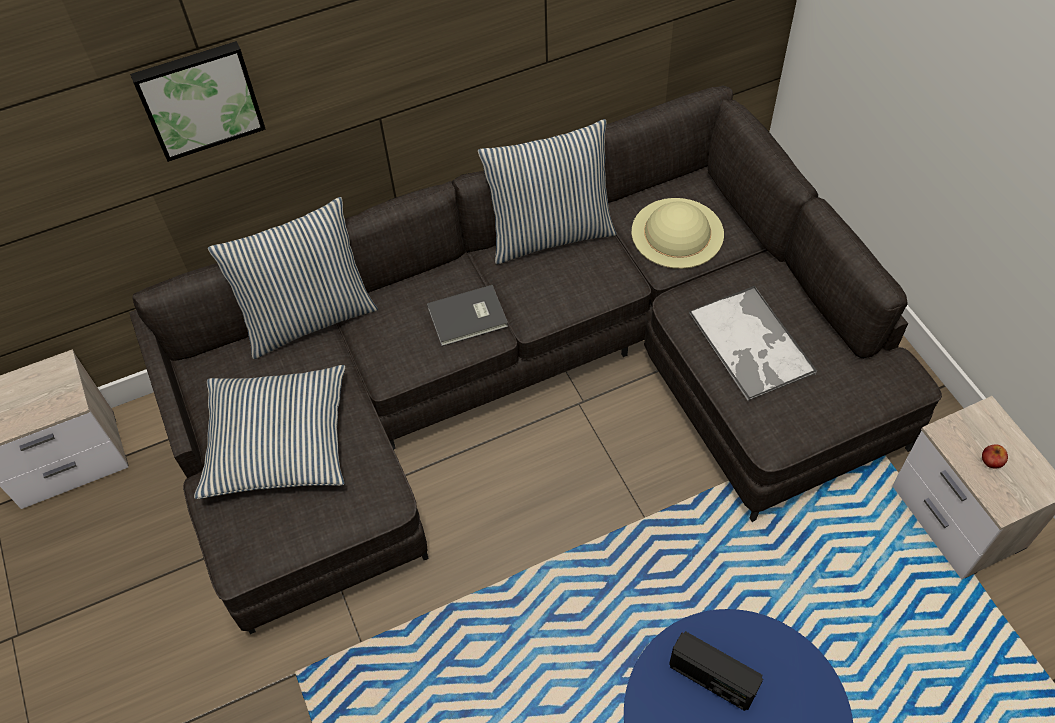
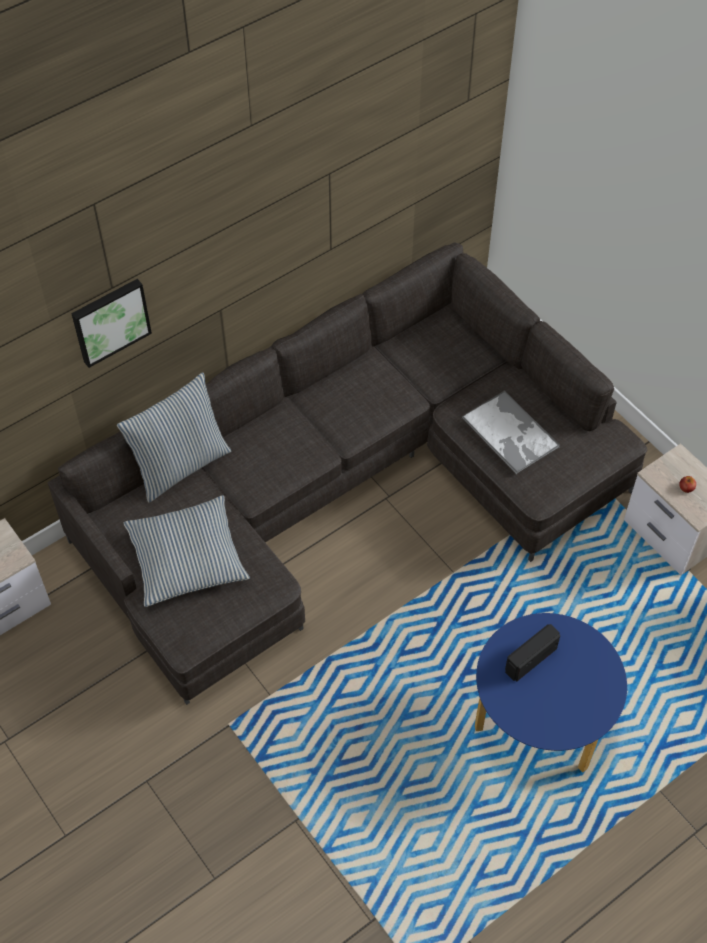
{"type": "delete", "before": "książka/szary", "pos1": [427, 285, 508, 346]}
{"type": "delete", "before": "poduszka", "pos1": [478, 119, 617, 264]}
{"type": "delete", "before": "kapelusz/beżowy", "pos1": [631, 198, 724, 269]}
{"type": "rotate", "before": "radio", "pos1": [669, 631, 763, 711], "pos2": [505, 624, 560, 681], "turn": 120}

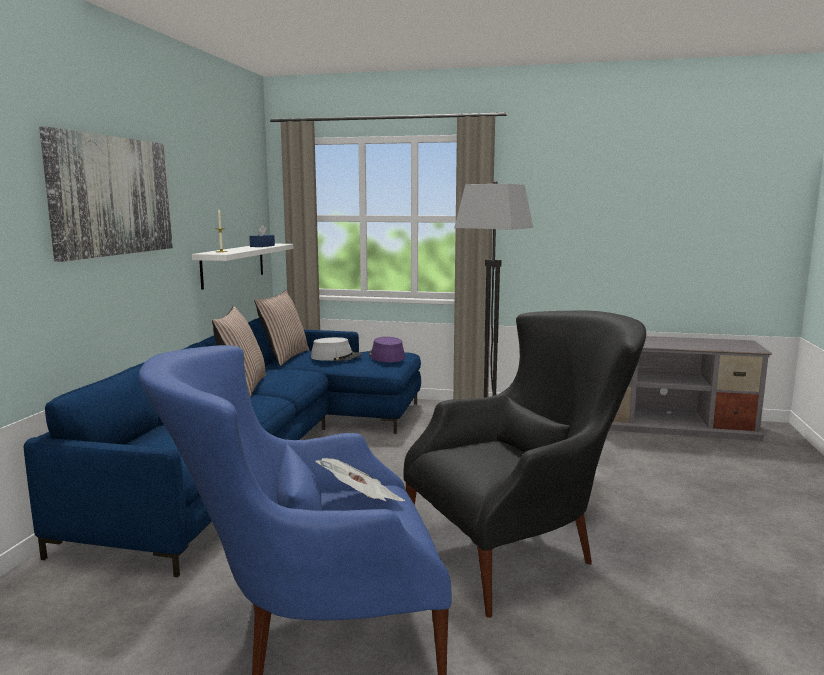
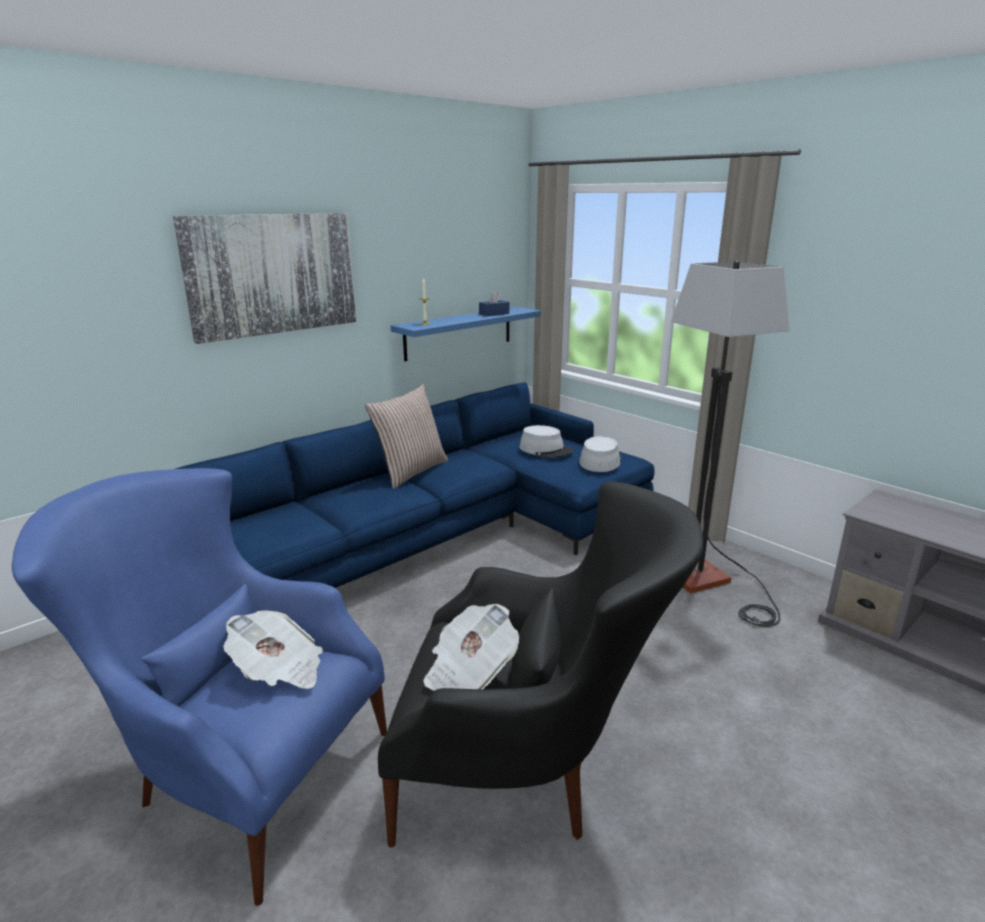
{"type": "delete", "before": "poduszka", "pos1": [254, 290, 309, 366]}
{"type": "insert", "after": "gazeta", "pos2": [423, 604, 519, 691]}
{"type": "recolor", "before": "półka/biały", "after": "półka/niebieski", "pos1": [192, 244, 293, 290], "pos2": [391, 307, 541, 361]}
{"type": "recolor", "before": "kapelusz/fioletowy", "after": "kapelusz/szary", "pos1": [369, 337, 405, 362], "pos2": [579, 436, 621, 472]}

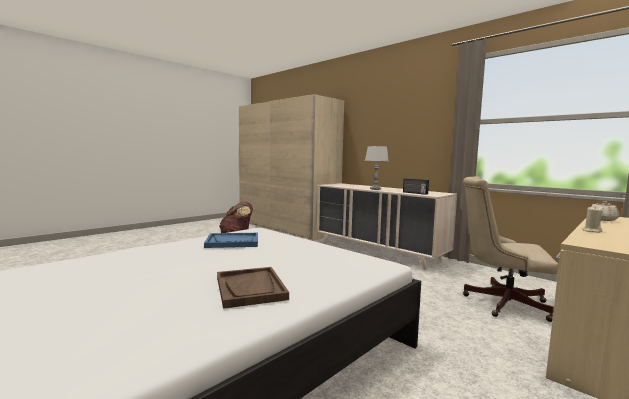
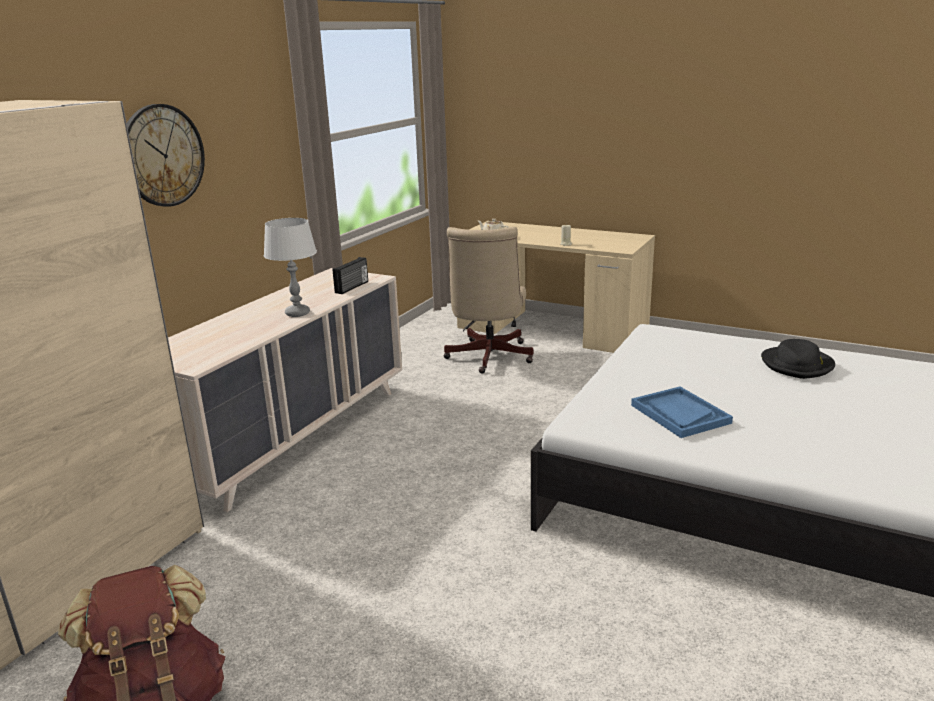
{"type": "insert", "after": "zegar ścienny", "pos2": [127, 104, 205, 207]}
{"type": "replace", "before": "taca/brązowy", "after": "kapelusz/czarny", "pos1": [217, 267, 289, 309], "pos2": [761, 339, 835, 379]}

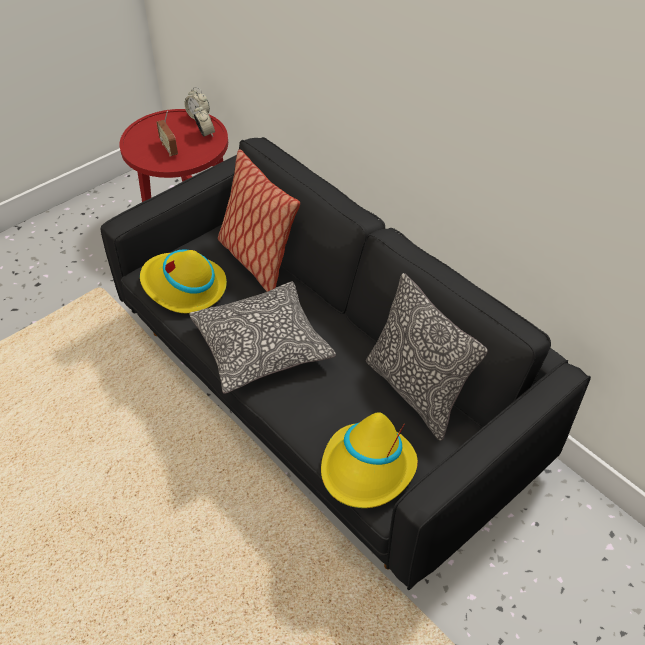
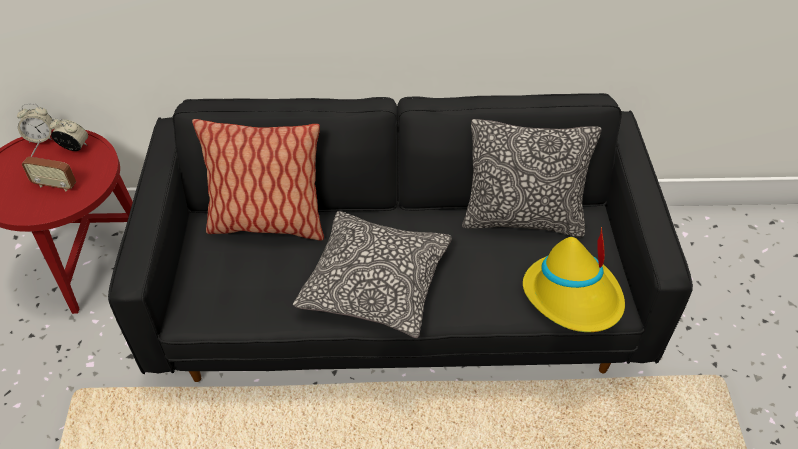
{"type": "delete", "before": "kapelusz/żółty", "pos1": [140, 250, 227, 313]}

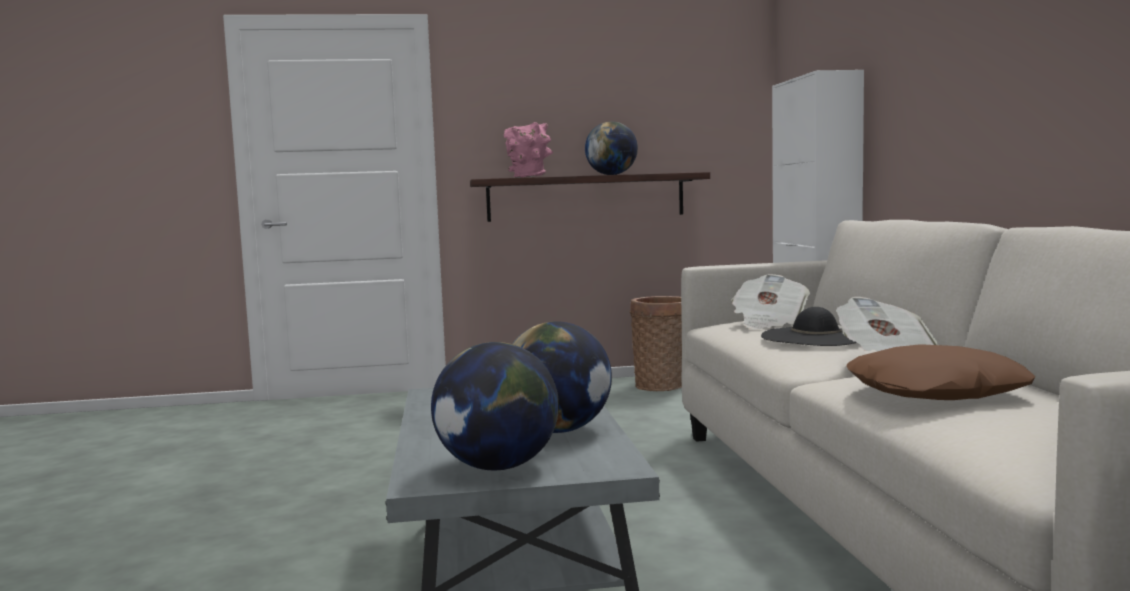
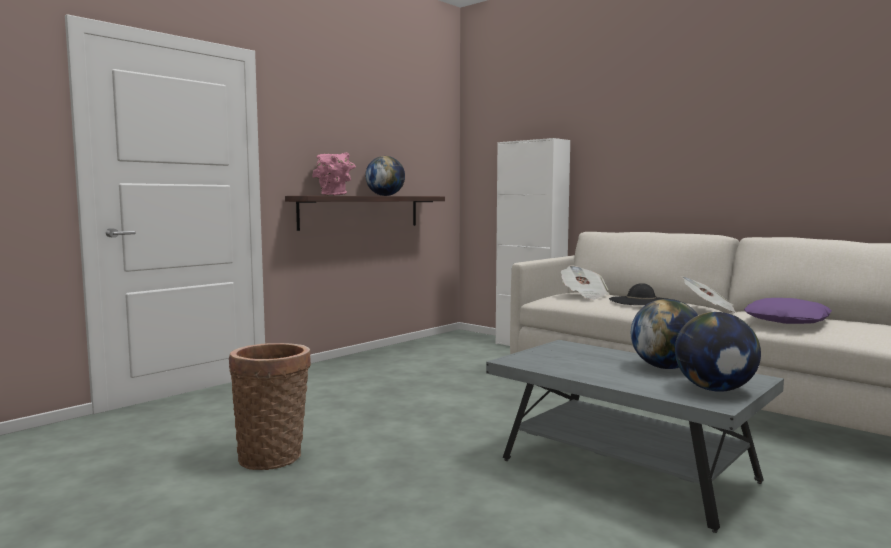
{"type": "move", "before": "koszyk", "pos1": [630, 296, 682, 391], "pos2": [229, 343, 311, 470]}
{"type": "recolor", "before": "poduszka/brązowy", "after": "poduszka/fioletowy", "pos1": [846, 344, 1036, 400], "pos2": [744, 298, 832, 324]}

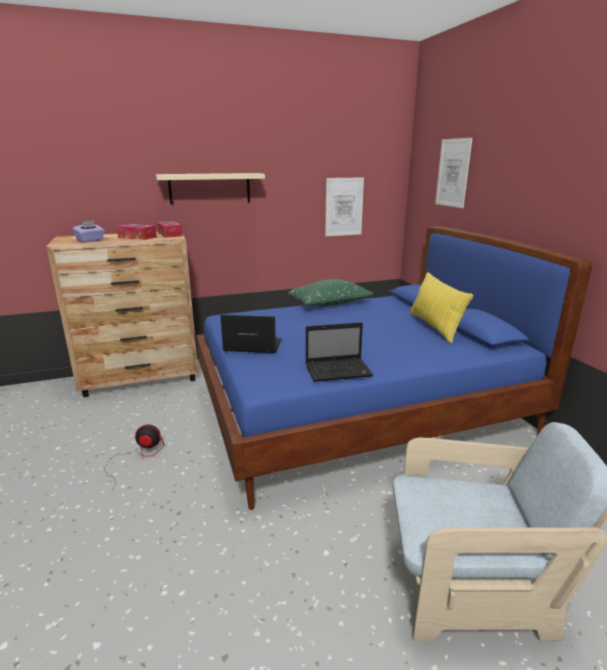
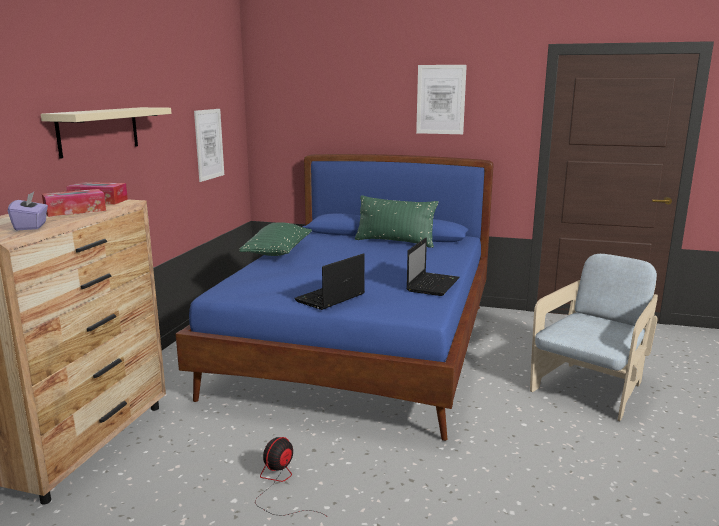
{"type": "move", "before": "obraz", "pos1": [435, 138, 472, 208], "pos2": [416, 65, 467, 134]}
{"type": "recolor", "before": "poduszka/żółty", "after": "poduszka/zielony", "pos1": [410, 272, 473, 343], "pos2": [355, 195, 438, 248]}

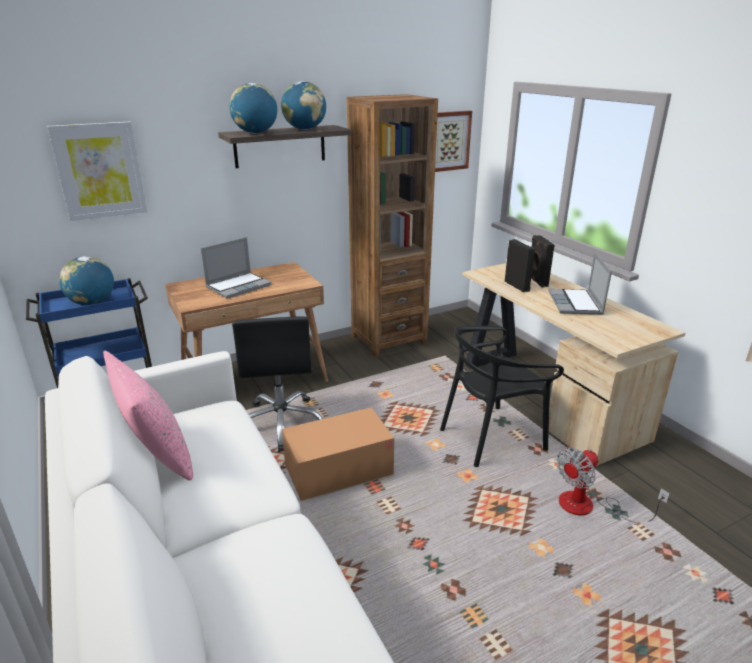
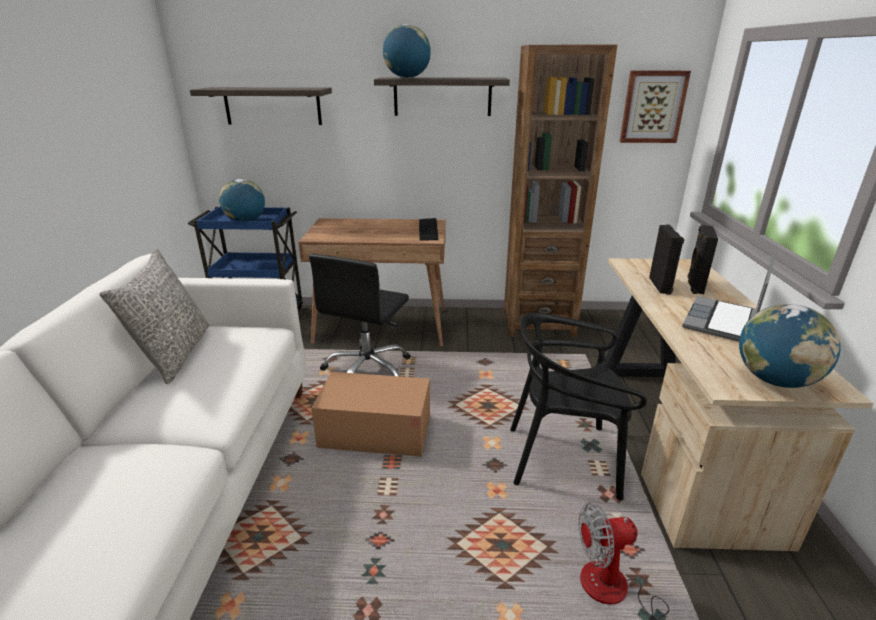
{"type": "delete", "before": "laptop", "pos1": [201, 237, 271, 299]}
{"type": "insert", "after": "klawiatura", "pos2": [419, 218, 439, 240]}
{"type": "move", "before": "globus", "pos1": [281, 81, 326, 130], "pos2": [739, 304, 841, 388]}
{"type": "replace", "before": "obraz", "after": "półka", "pos1": [47, 122, 147, 221], "pos2": [190, 87, 332, 125]}
{"type": "recolor", "before": "poduszka/różowy", "after": "poduszka/szary", "pos1": [103, 351, 193, 480], "pos2": [99, 248, 209, 384]}

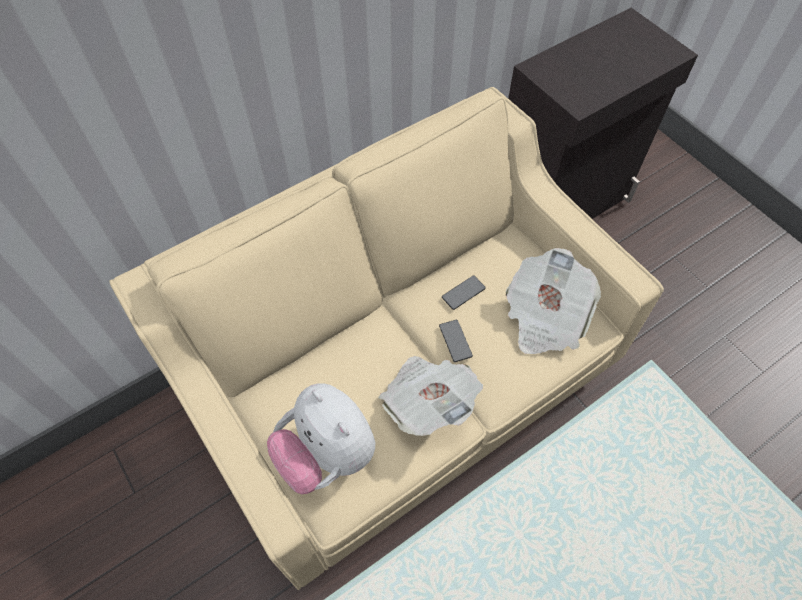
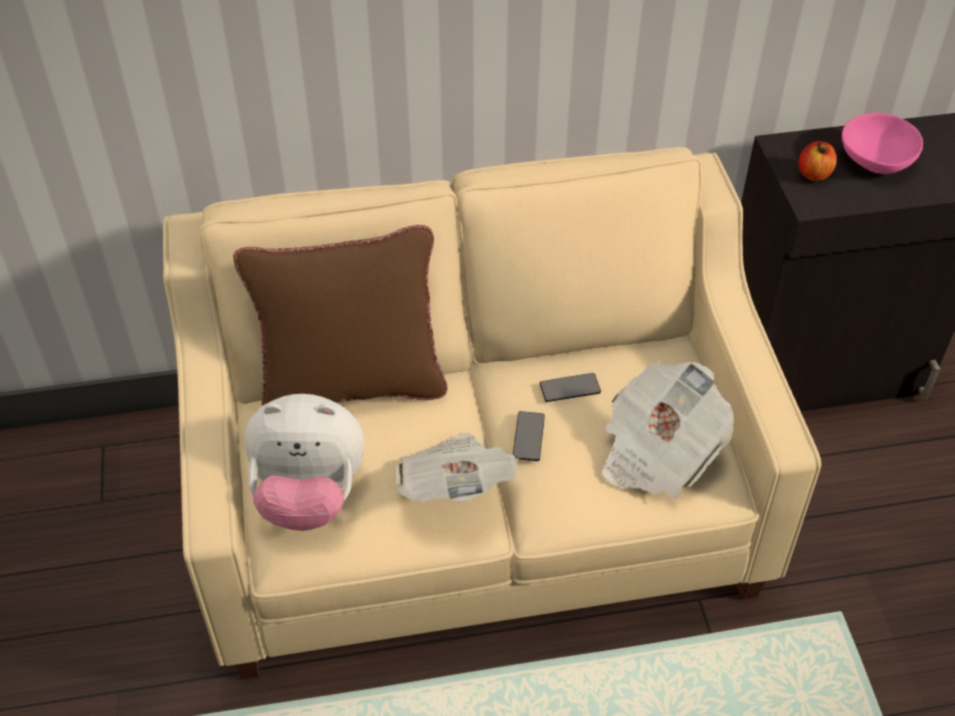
{"type": "insert", "after": "poduszka/brązowy", "pos2": [233, 225, 448, 406]}
{"type": "insert", "after": "jabłko", "pos2": [798, 141, 837, 181]}
{"type": "insert", "after": "miska/różowy", "pos2": [842, 113, 923, 174]}
{"type": "rotate", "before": "pluszak", "pos1": [267, 383, 375, 494], "pos2": [245, 394, 365, 531], "turn": -75}

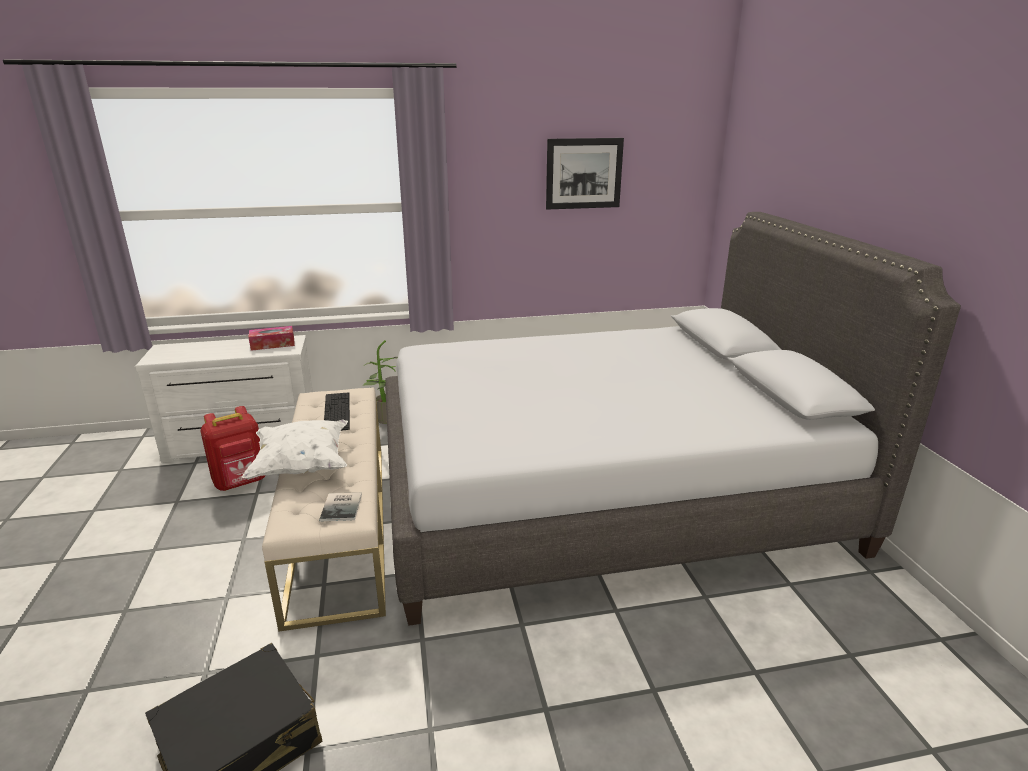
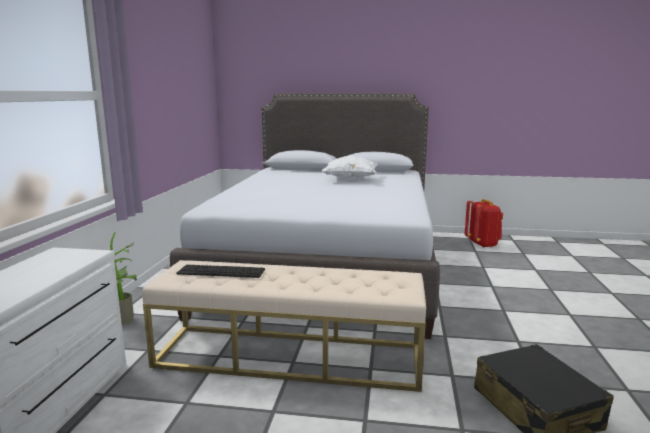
{"type": "delete", "before": "pudełko chusteczek", "pos1": [248, 326, 295, 351]}
{"type": "delete", "before": "książka", "pos1": [319, 492, 362, 521]}
{"type": "delete", "before": "obraz", "pos1": [546, 138, 624, 210]}
{"type": "move", "before": "plecak/czerwony", "pos1": [200, 406, 265, 491], "pos2": [465, 199, 503, 248]}
{"type": "move", "before": "poduszka/biały", "pos1": [241, 419, 348, 480], "pos2": [321, 155, 378, 180]}

